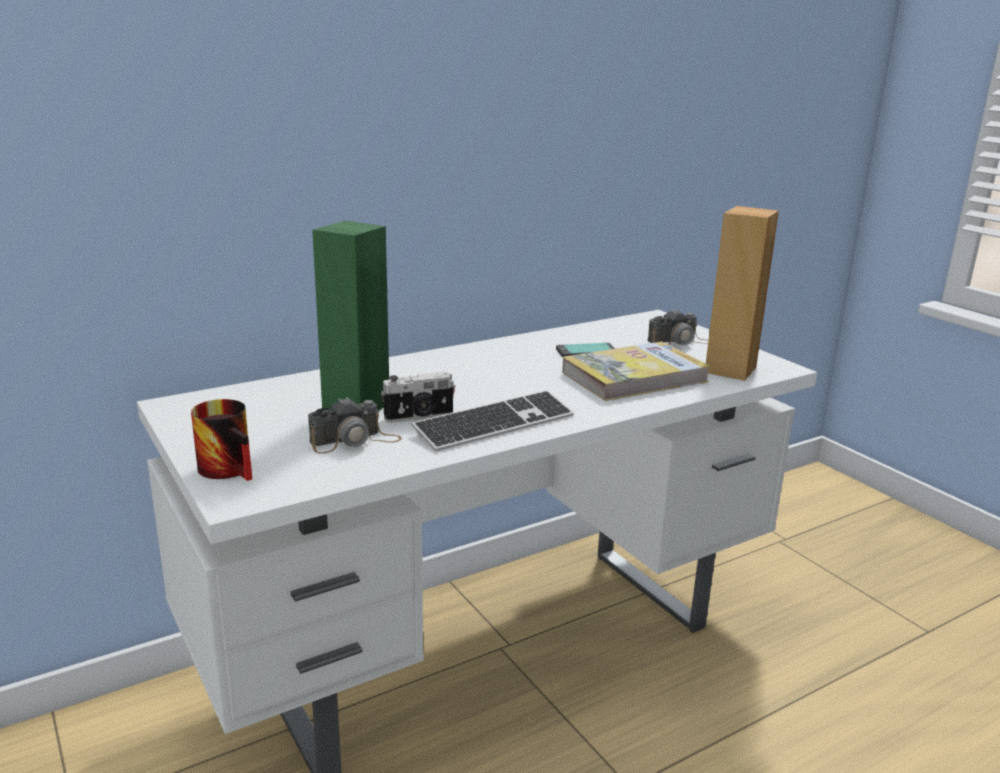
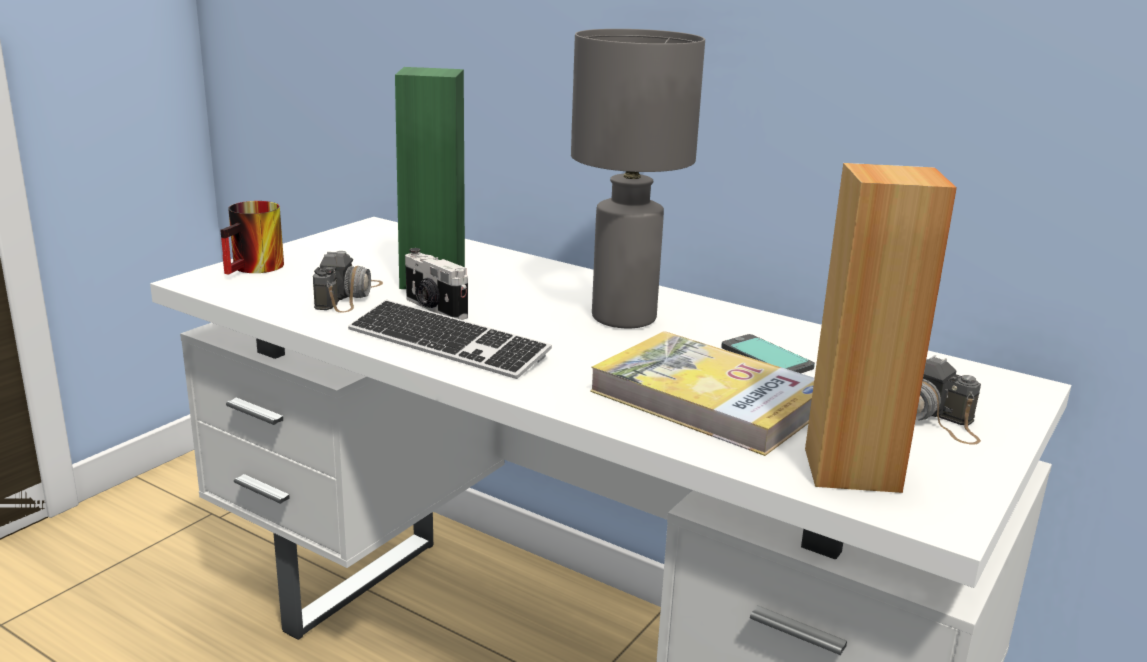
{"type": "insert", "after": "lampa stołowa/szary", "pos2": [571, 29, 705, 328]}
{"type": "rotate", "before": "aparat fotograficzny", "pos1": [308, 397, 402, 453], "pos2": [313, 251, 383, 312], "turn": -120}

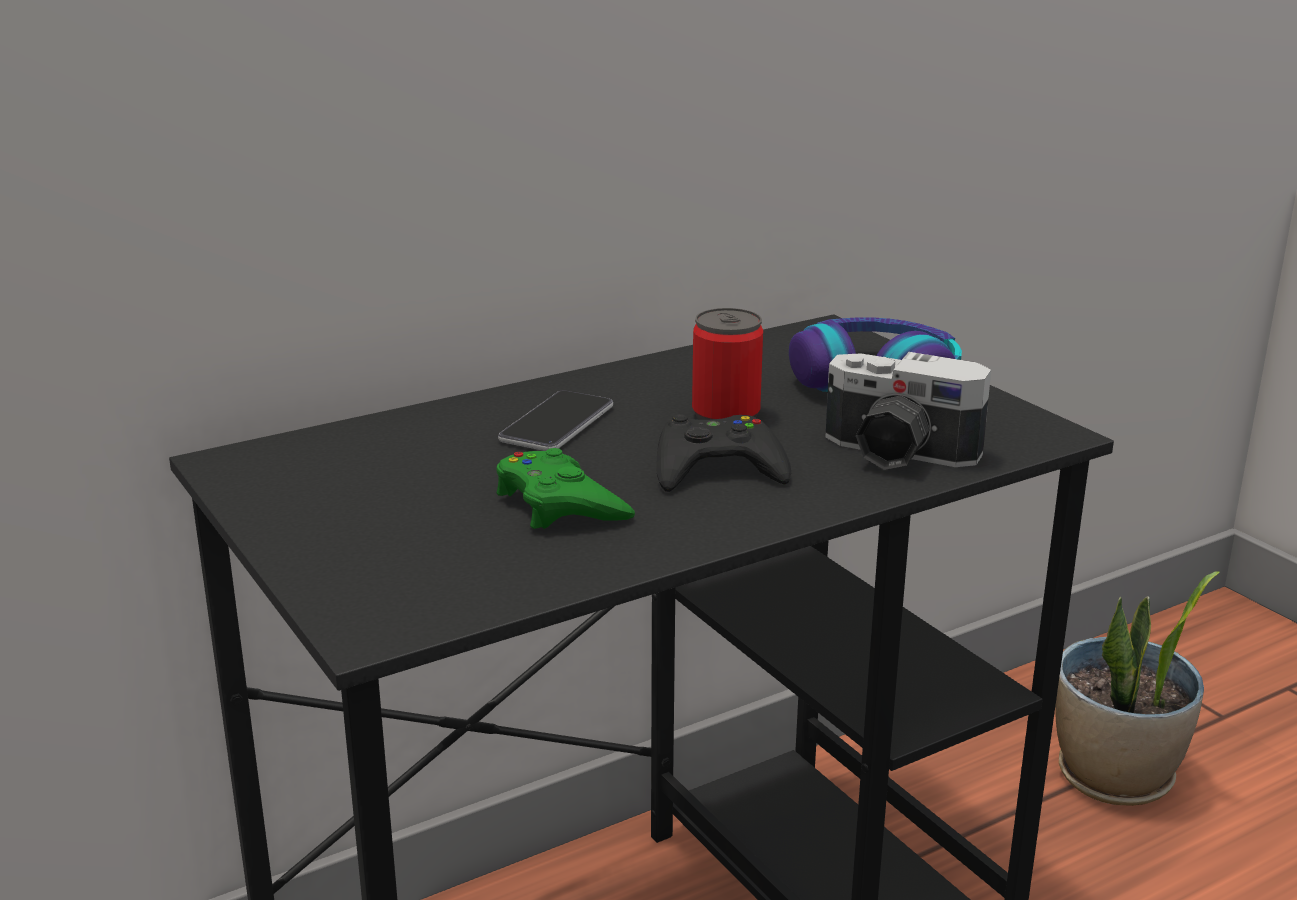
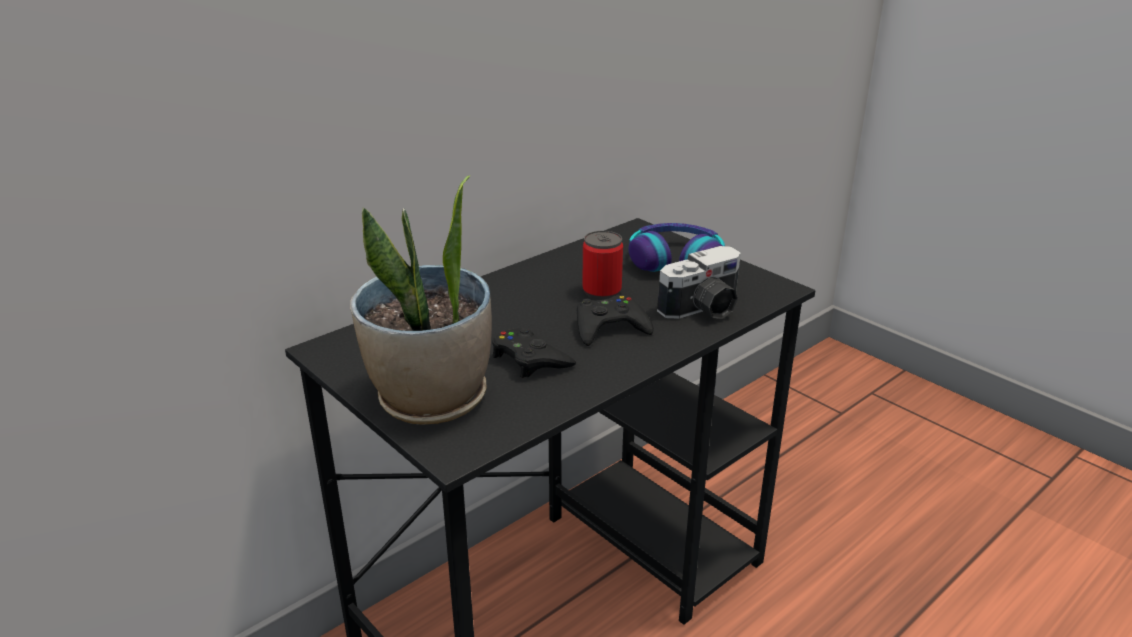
{"type": "delete", "before": "telefon", "pos1": [498, 390, 613, 451]}
{"type": "move", "before": "roślina doniczkowa", "pos1": [1055, 571, 1220, 806], "pos2": [350, 176, 492, 425]}
{"type": "recolor", "before": "pad do gier/zielony", "after": "pad do gier/czarny", "pos1": [496, 448, 635, 529], "pos2": [492, 328, 576, 378]}
{"type": "rotate", "before": "aparat fotograficzny", "pos1": [825, 352, 991, 470], "pos2": [657, 246, 741, 319], "turn": -45}

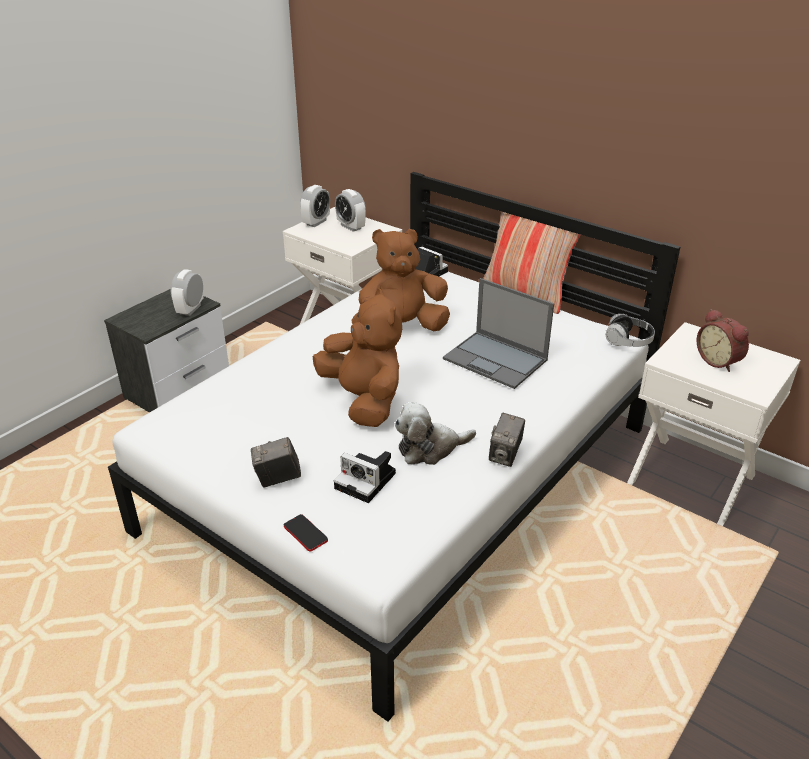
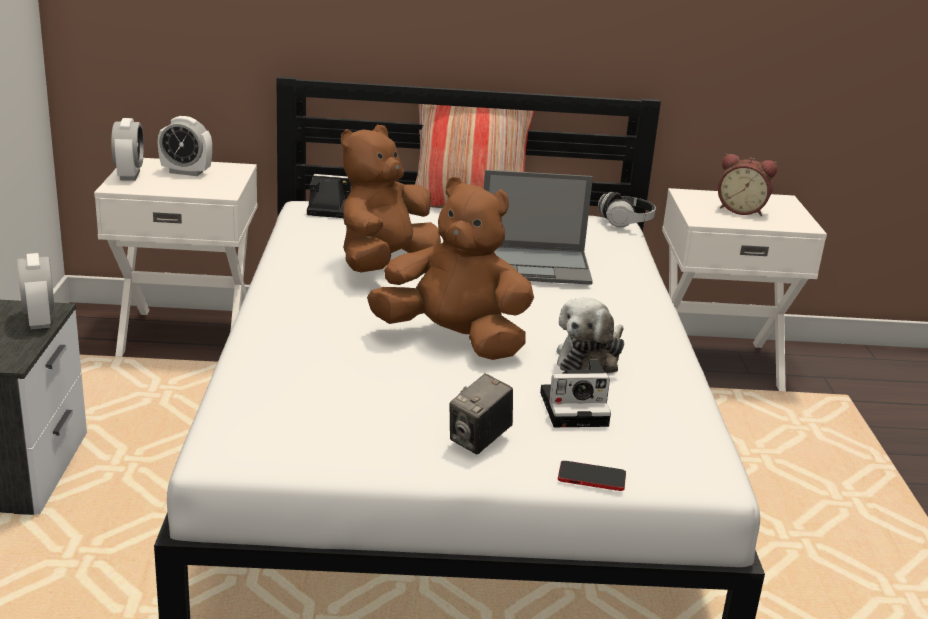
{"type": "delete", "before": "aparat fotograficzny", "pos1": [489, 413, 525, 467]}

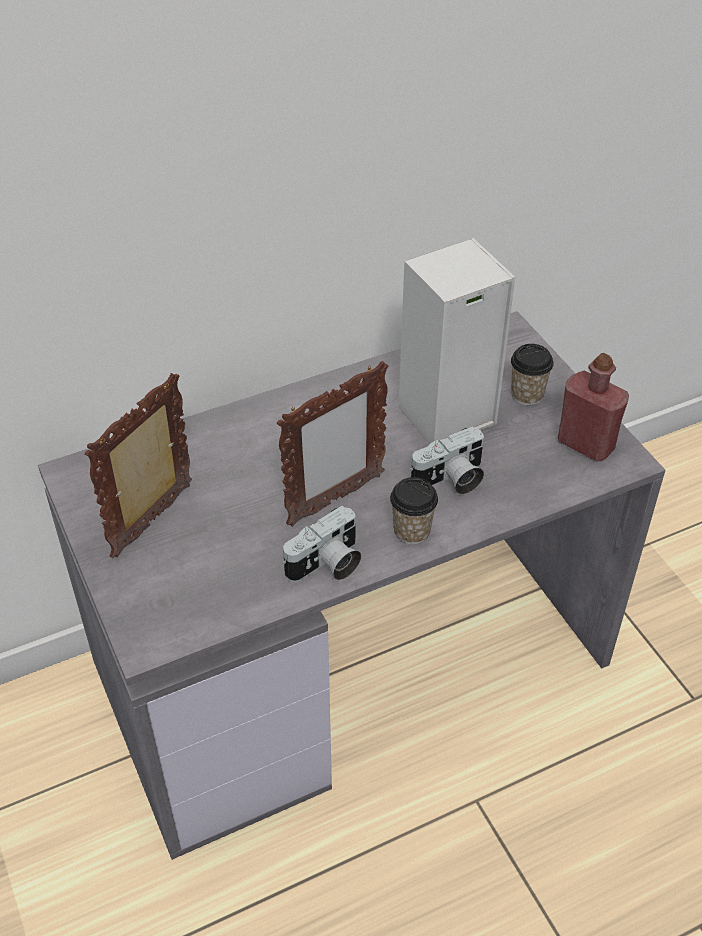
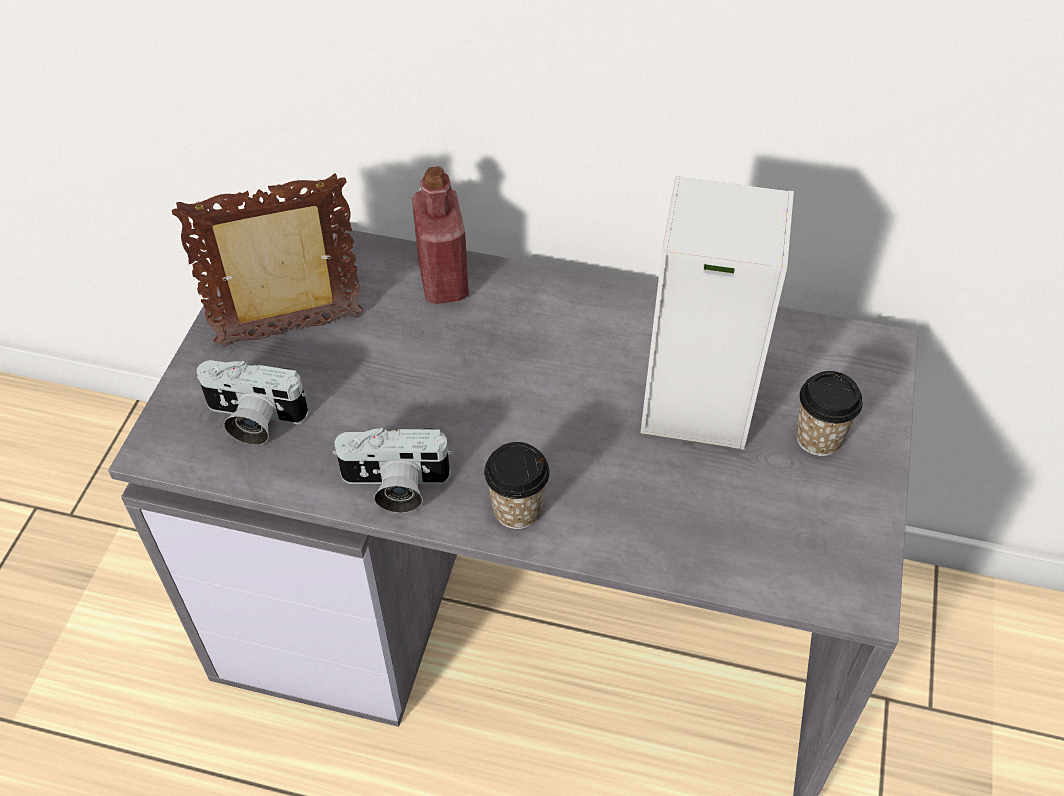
{"type": "delete", "before": "ramka na zdjęcie", "pos1": [277, 361, 388, 527]}
{"type": "move", "before": "aparat fotograficzny", "pos1": [410, 426, 484, 494], "pos2": [197, 360, 308, 445]}
{"type": "move", "before": "butelka/czerwony", "pos1": [558, 353, 629, 462], "pos2": [412, 166, 469, 304]}

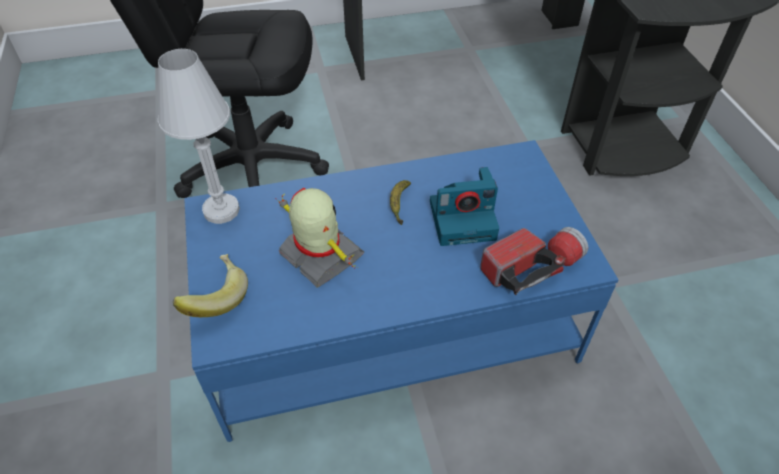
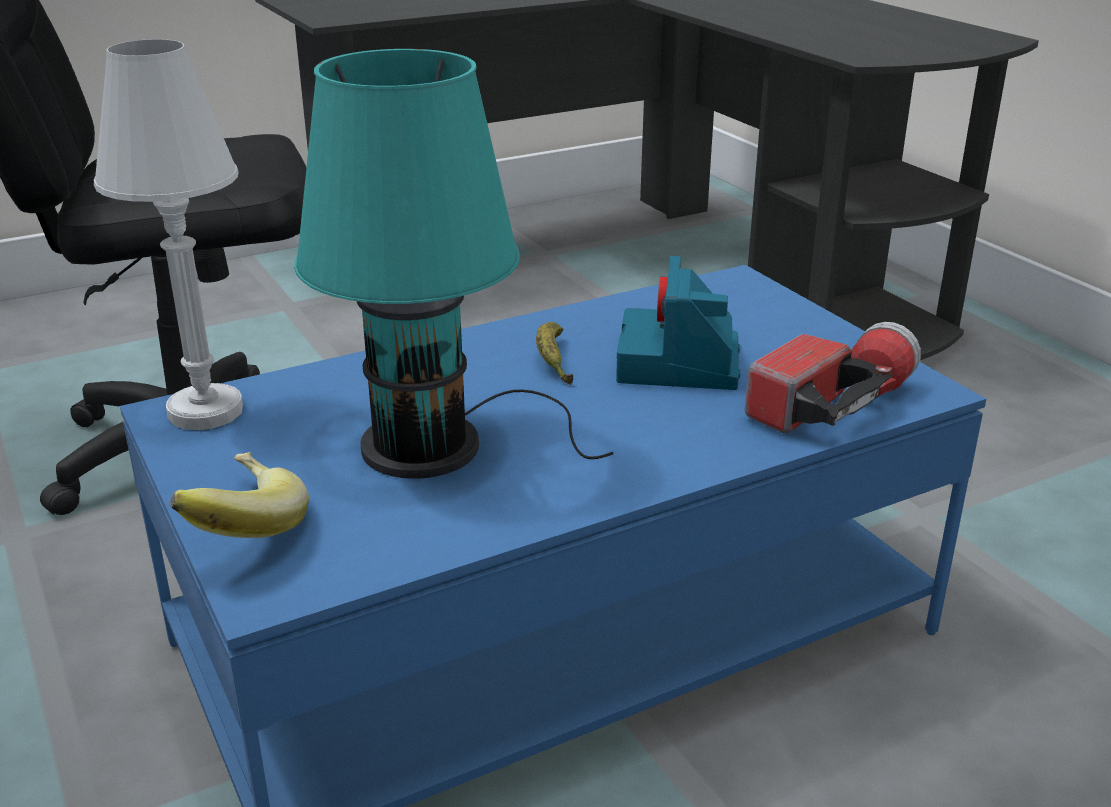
{"type": "replace", "before": "robot zabawkowy", "after": "lampa stołowa/turkusowy", "pos1": [276, 188, 364, 288], "pos2": [294, 49, 614, 479]}
{"type": "rotate", "before": "aparat fotograficzny", "pos1": [430, 167, 499, 246], "pos2": [616, 256, 740, 390], "turn": 120}

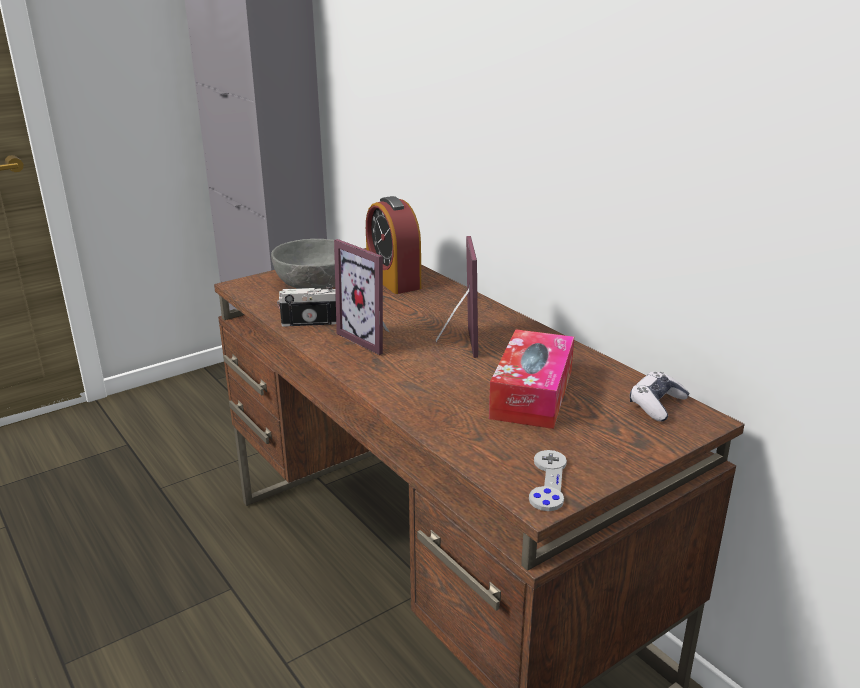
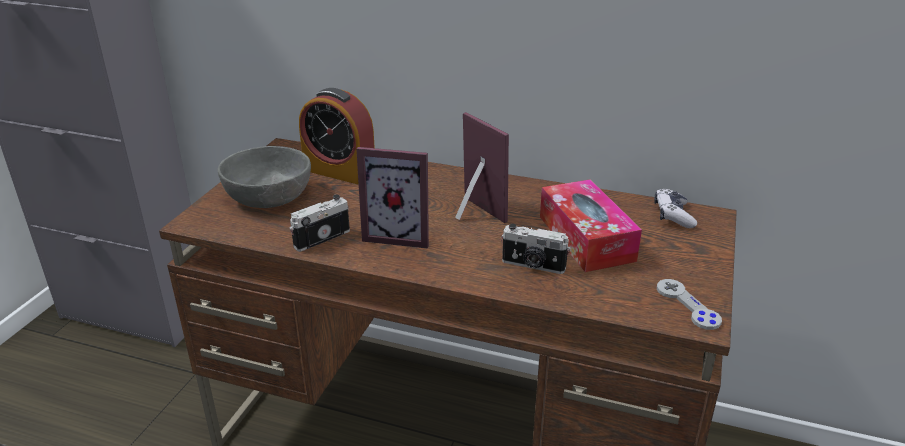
{"type": "insert", "after": "aparat fotograficzny", "pos2": [501, 224, 571, 274]}

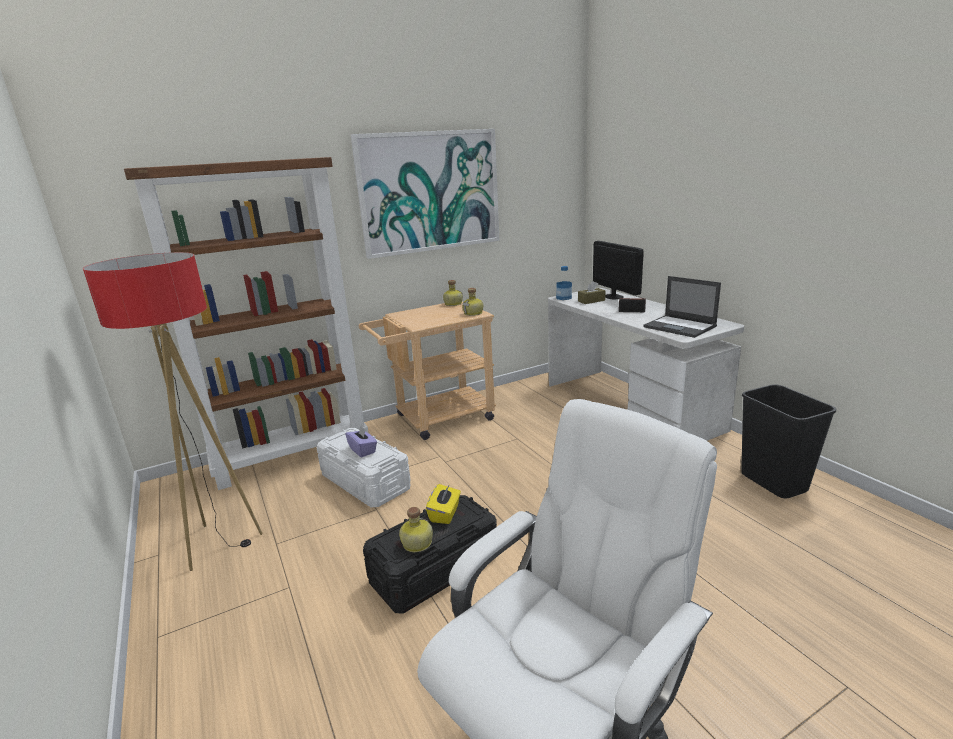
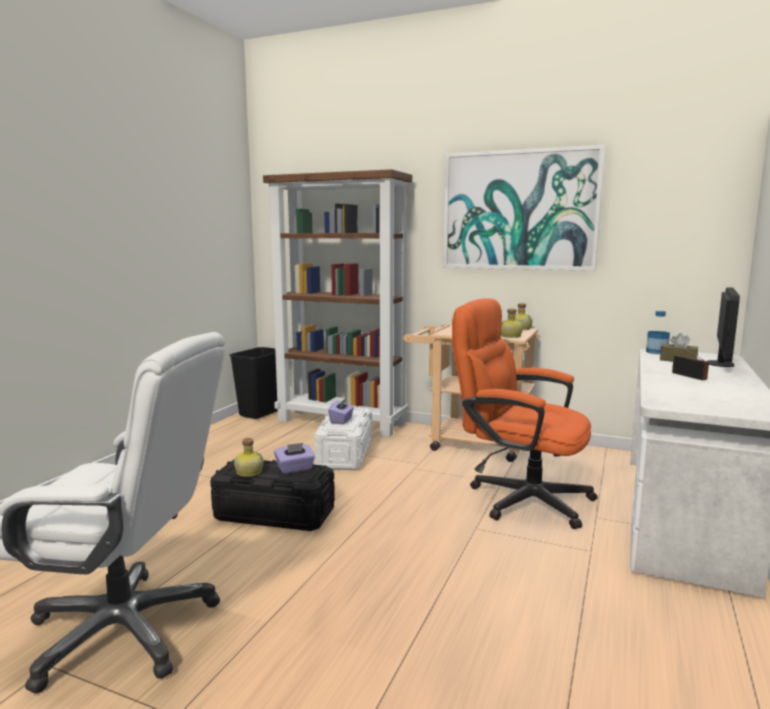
{"type": "delete", "before": "lampa stojąca", "pos1": [83, 252, 262, 571]}
{"type": "delete", "before": "laptop", "pos1": [643, 276, 721, 338]}
{"type": "insert", "after": "krzesło biurowe/pomarańczowy", "pos2": [452, 298, 598, 529]}
{"type": "move", "before": "kosz na śmieci/czarny", "pos1": [741, 384, 836, 498], "pos2": [230, 347, 278, 419]}
{"type": "recolor", "before": "pudełko chusteczek/żółty", "after": "pudełko chusteczek/fioletowy", "pos1": [426, 484, 461, 524], "pos2": [274, 443, 315, 474]}

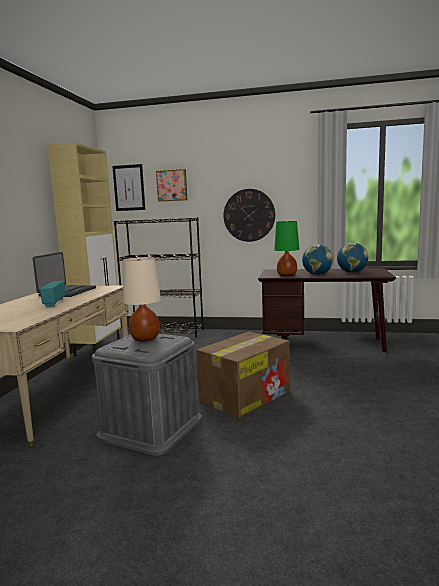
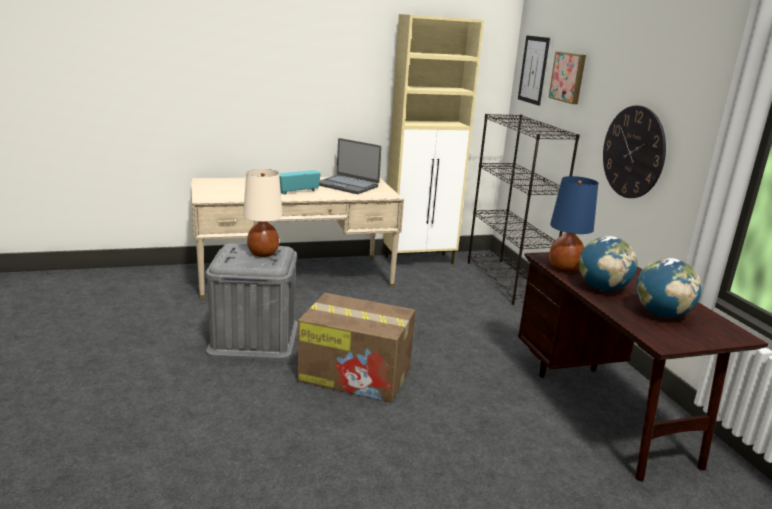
{"type": "recolor", "before": "lampa stołowa/zielony", "after": "lampa stołowa/niebieski", "pos1": [274, 221, 299, 277], "pos2": [549, 176, 598, 273]}
{"type": "rotate", "before": "laptop", "pos1": [33, 252, 96, 297], "pos2": [319, 138, 382, 194], "turn": 45}

